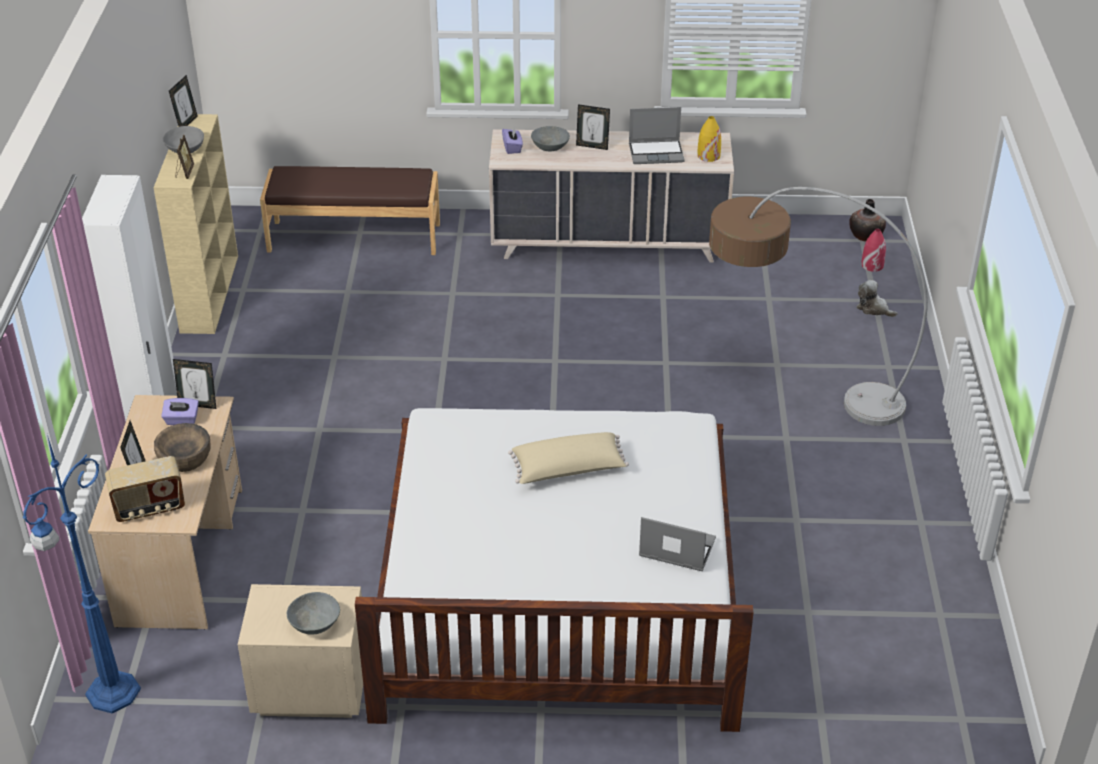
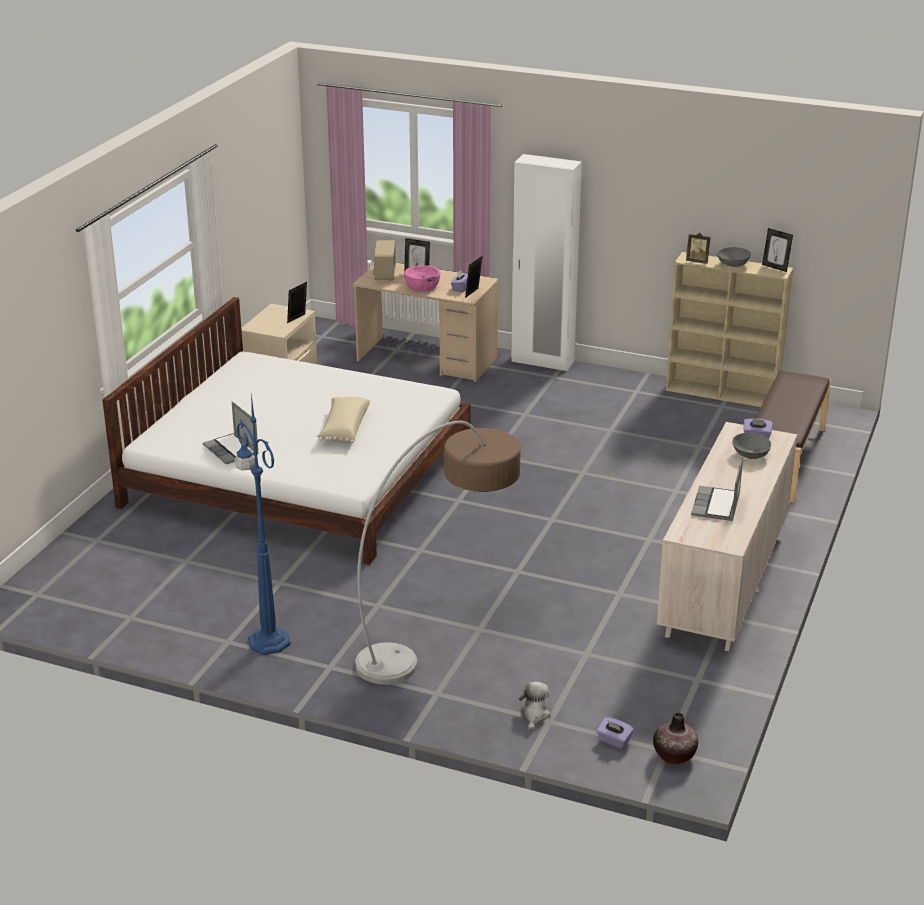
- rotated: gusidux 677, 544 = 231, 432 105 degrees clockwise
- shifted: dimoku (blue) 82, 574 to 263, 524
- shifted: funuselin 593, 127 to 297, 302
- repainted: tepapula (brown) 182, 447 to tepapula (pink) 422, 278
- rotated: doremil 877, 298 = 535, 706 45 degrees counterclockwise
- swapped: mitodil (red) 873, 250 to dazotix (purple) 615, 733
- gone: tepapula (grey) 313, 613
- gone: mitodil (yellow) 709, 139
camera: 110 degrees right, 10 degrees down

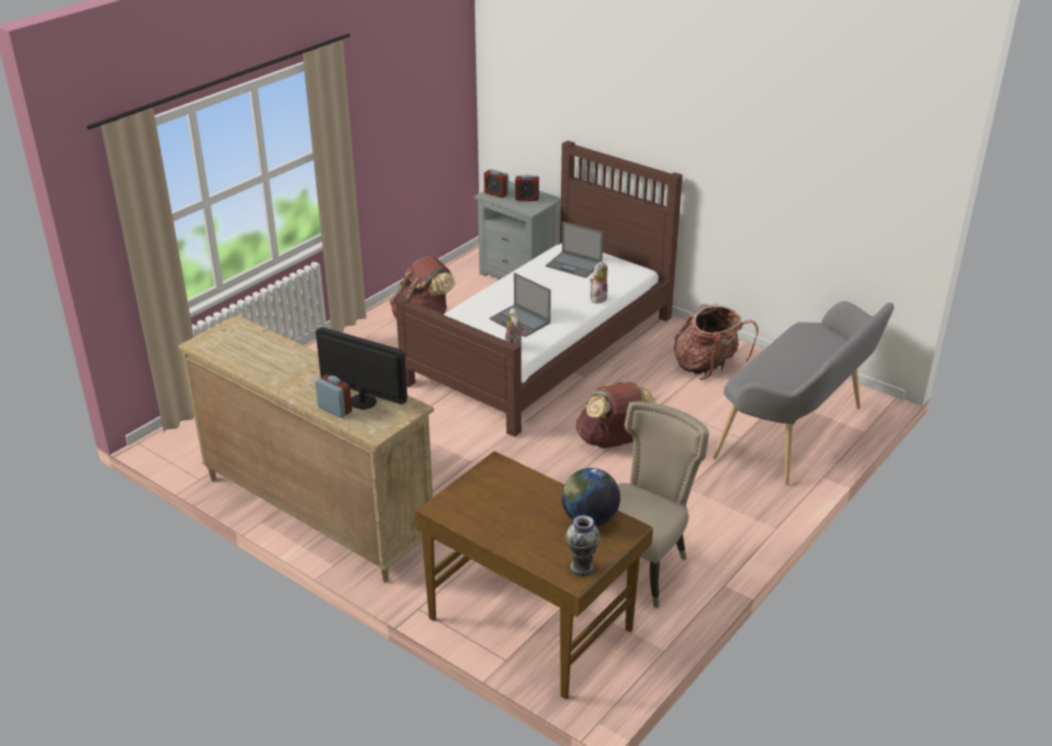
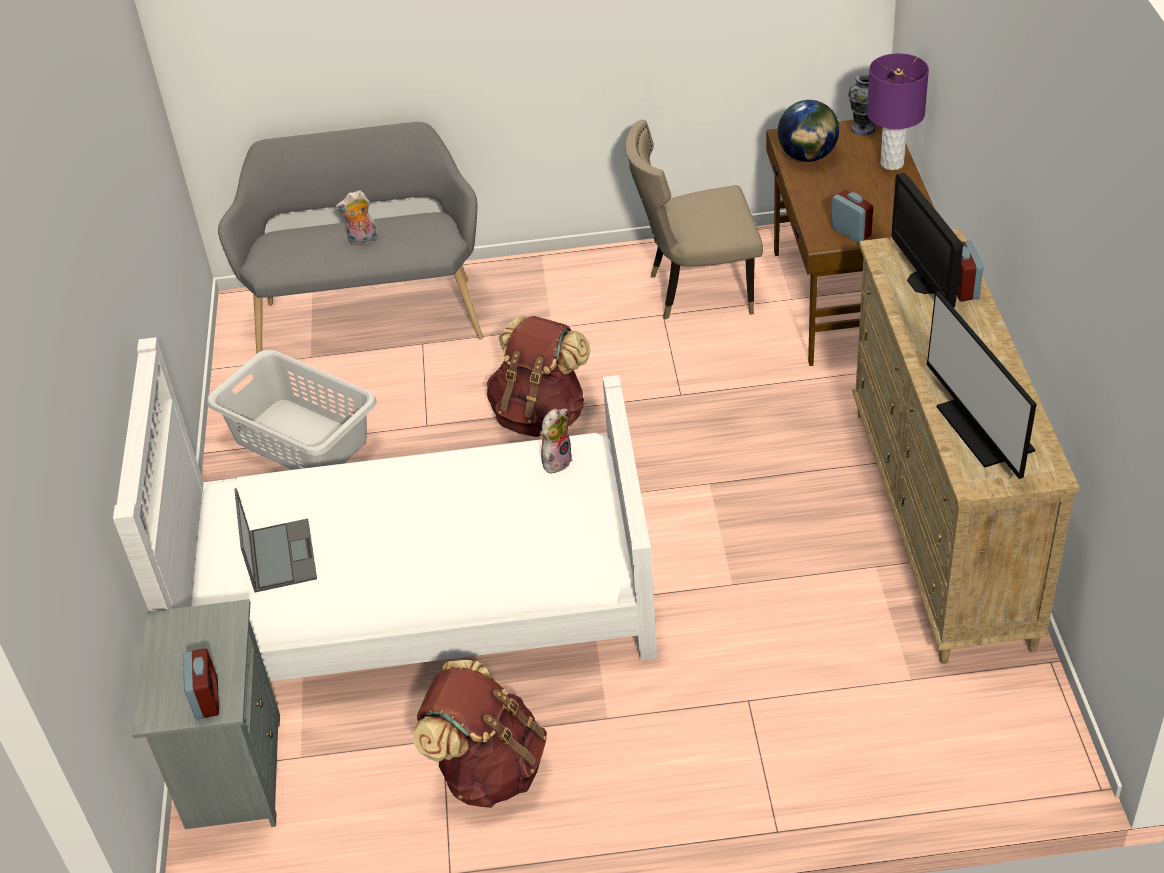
- repainted: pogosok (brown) 538, 288 to pogosok (white) 385, 509
- swapped: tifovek 716, 342 to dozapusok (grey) 292, 410
- shifted: doremil 599, 282 to 356, 218
- shifted: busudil 527, 188 to 852, 216
- new: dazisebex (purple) 898, 111
- new: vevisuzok 982, 385
- gone: gusidux 520, 305
camera: 130 degrees left, 10 degrees up

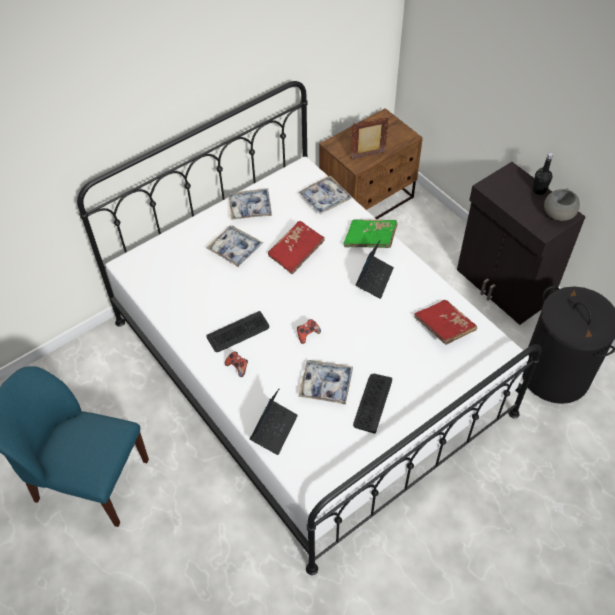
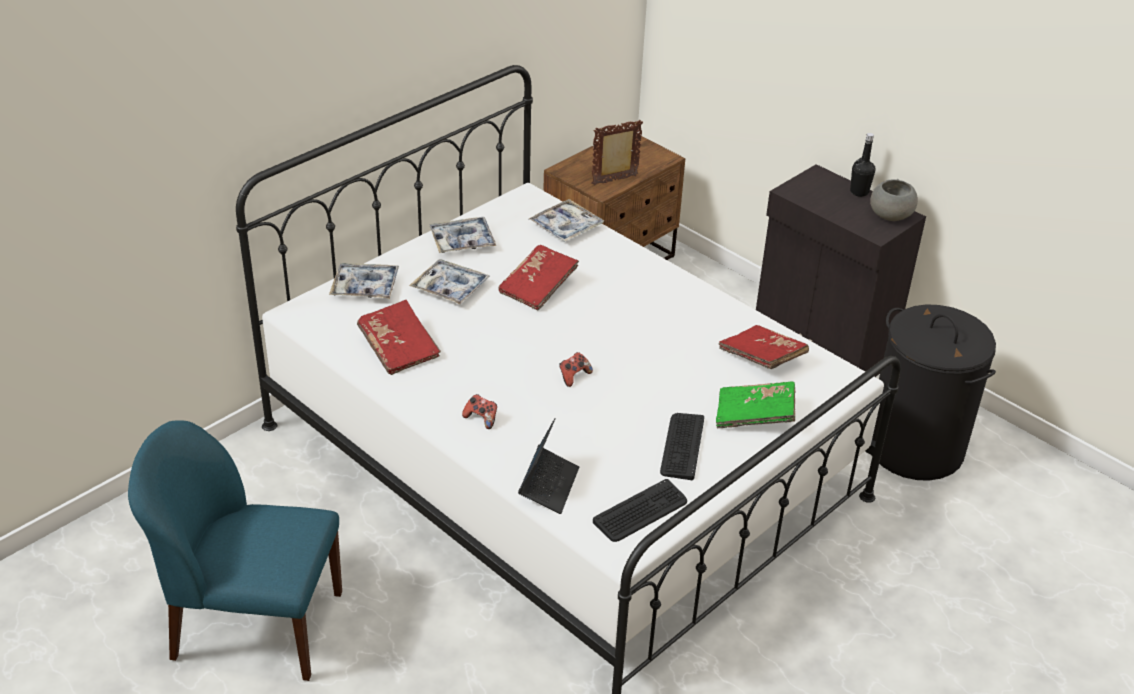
- shifted: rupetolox 325, 382 to 364, 281
- new: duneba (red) 399, 337
- shifted: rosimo 237, 331 to 640, 510
- shifted: duneba (green) 370, 233 to 755, 404
- gone: gusidux 375, 270
camera: 10 degrees left, 15 degrees down

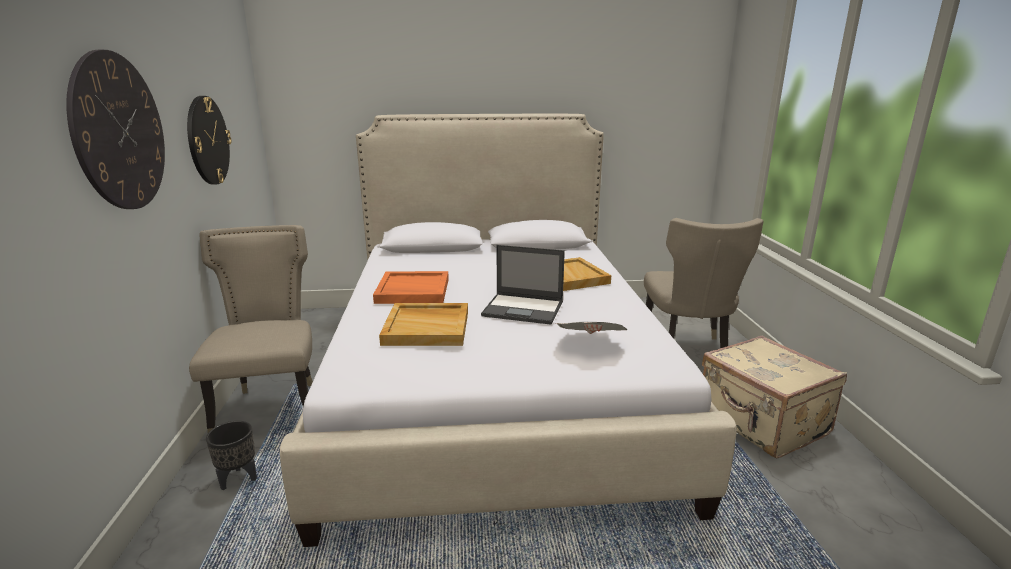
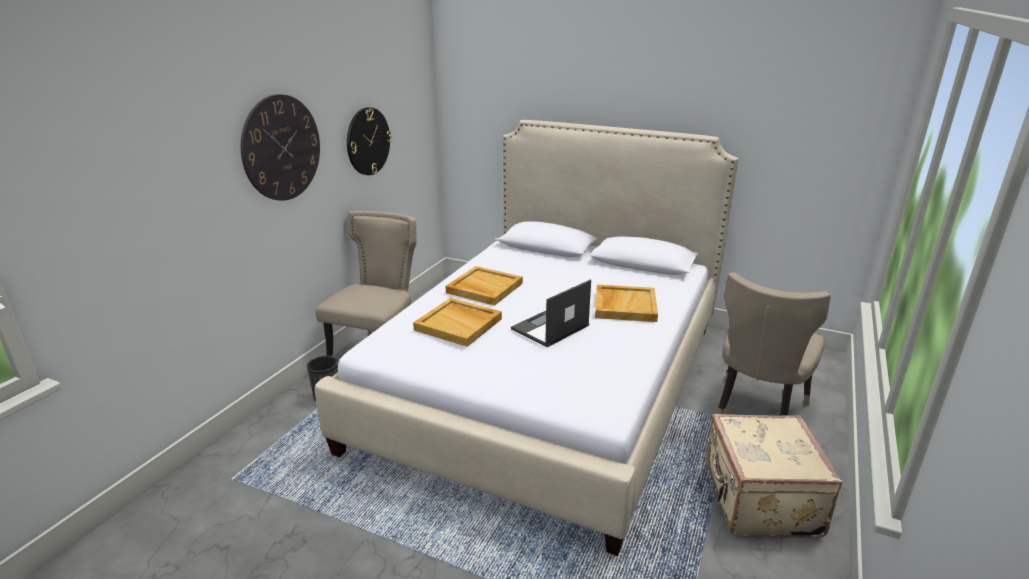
- repainted: rupetolox (orange) 411, 287 to rupetolox (beige) 484, 286
- rotated: gusidux 523, 285 = 551, 313 90 degrees clockwise
- gone: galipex 592, 328
camera: 30 degrees right, 5 degrees up

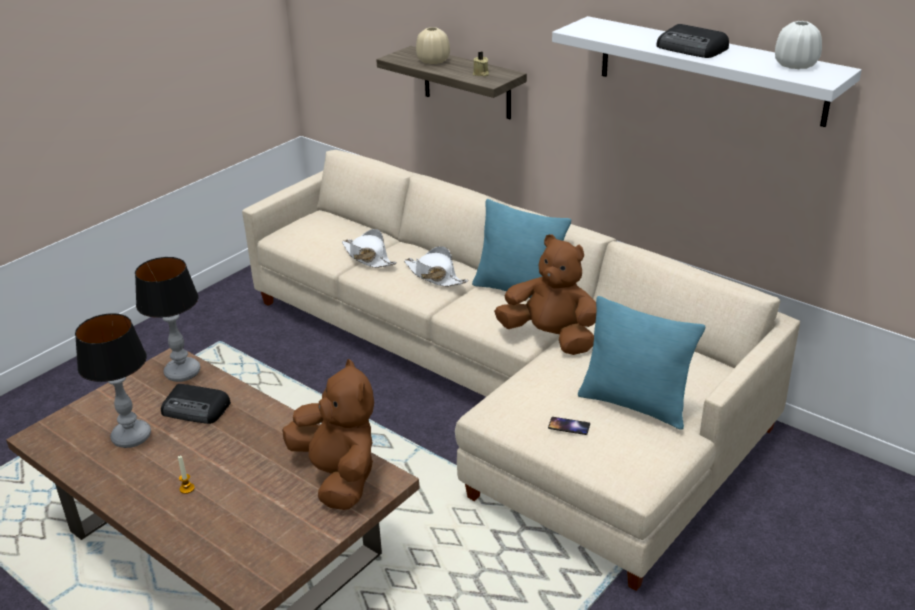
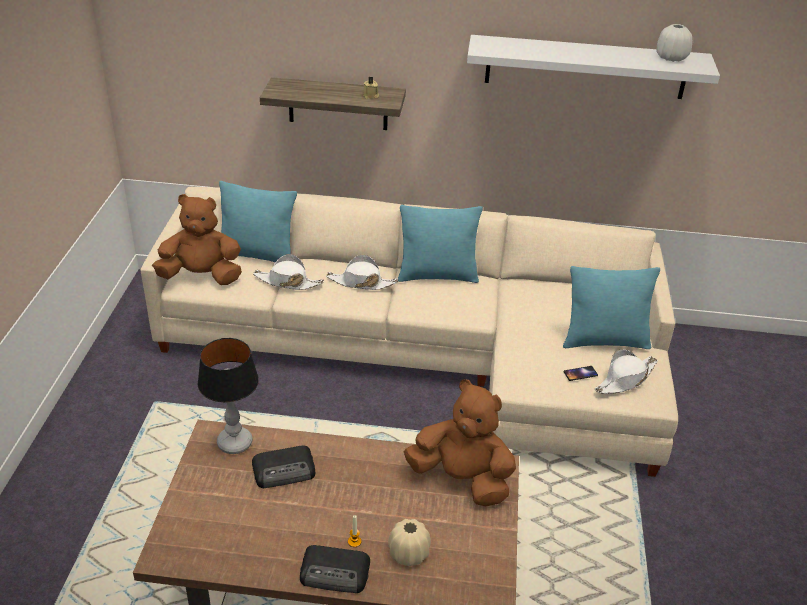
- shifted: doremil (brown) 545, 294 to 197, 239
- new: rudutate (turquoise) 258, 221
- shifted: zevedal 692, 41 to 335, 569
- shifted: mitodil (beige) 433, 45 to 409, 542
- new: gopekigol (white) 626, 371
- gone: dazisebex 113, 380
camera: 35 degrees left, 5 degrees up

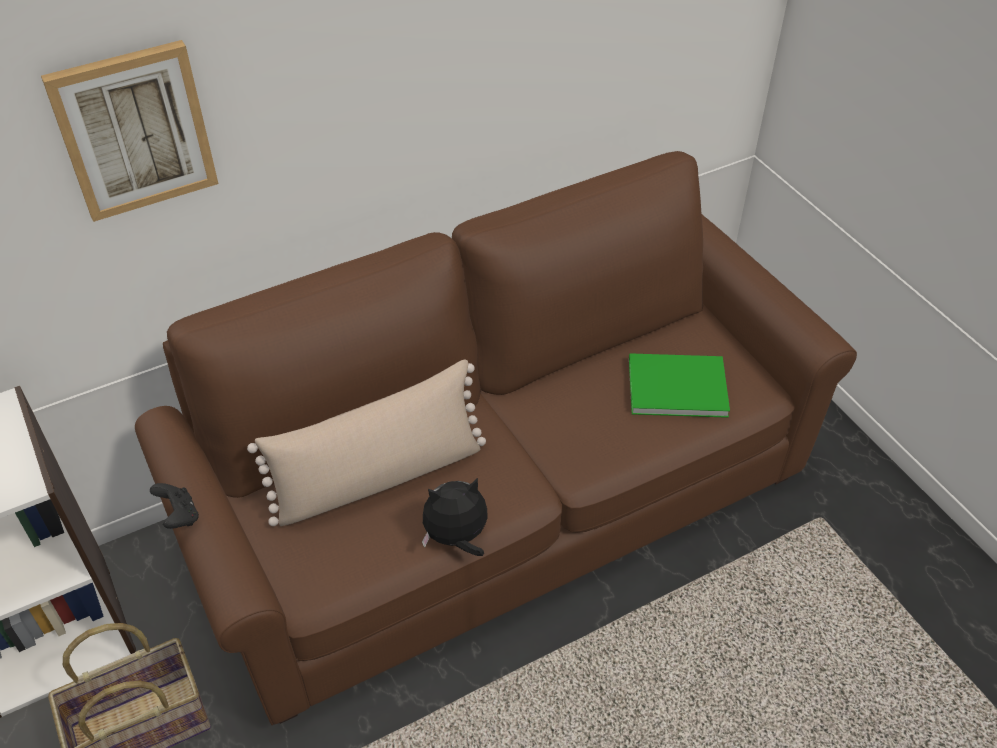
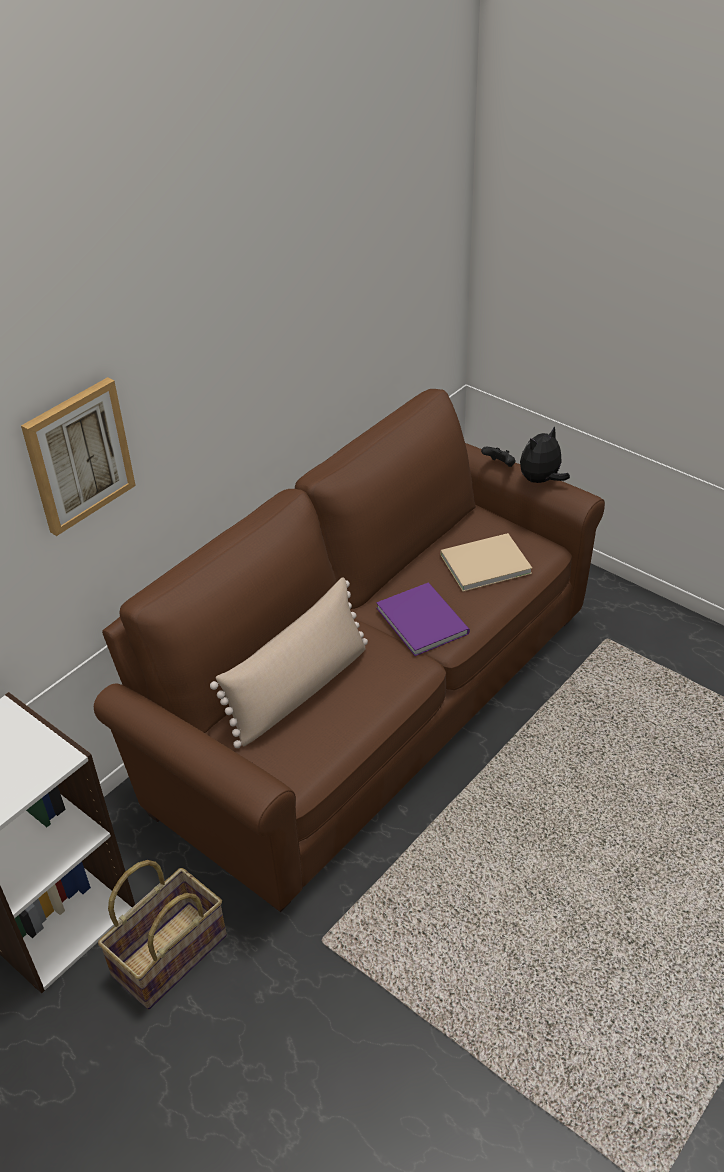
- new: duneba (purple) 423, 619
- repainted: duneba (green) 679, 385 to duneba (beige) 486, 562
- shifted: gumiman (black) 174, 506 to 498, 457
- shifted: doremil 455, 517 to 545, 454
camera: 20 degrees left, 5 degrees down

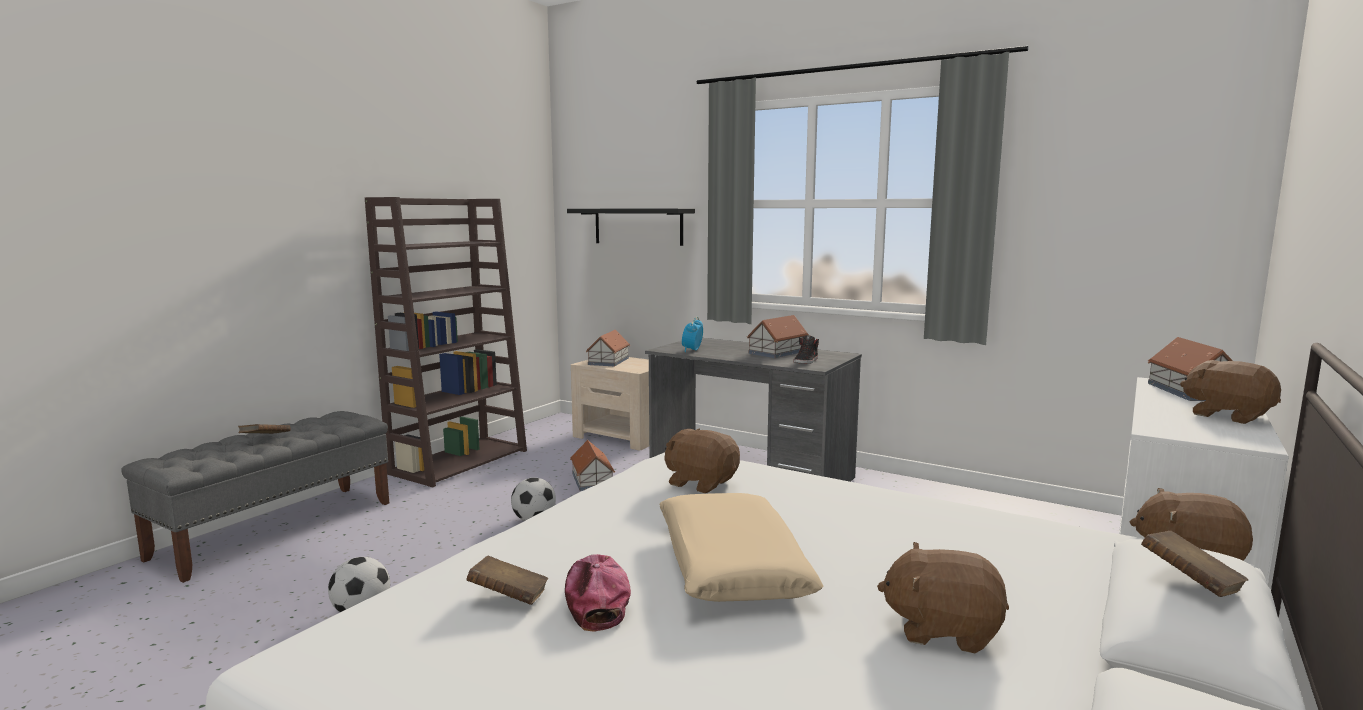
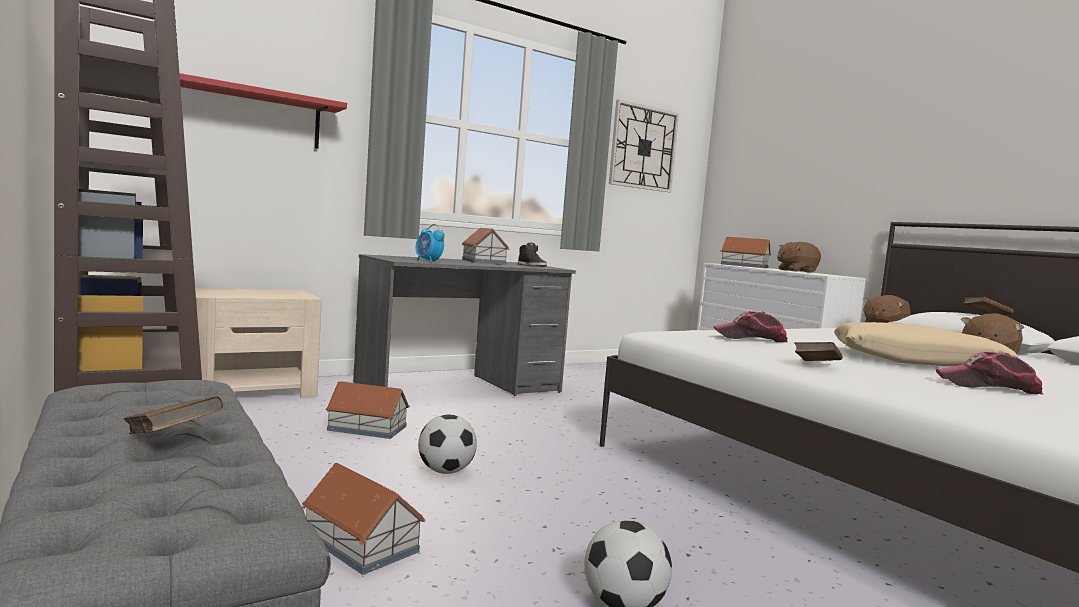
- repainted: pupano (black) 631, 227 to pupano (red) 263, 111
- shifted: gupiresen 608, 348 to 364, 519
- new: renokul 644, 145
- swapped: doremil (brown) 702, 460 to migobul 751, 326
- shifted: duneba (brown) 507, 580 to 818, 351
camera: 65 degrees left, 5 degrees down

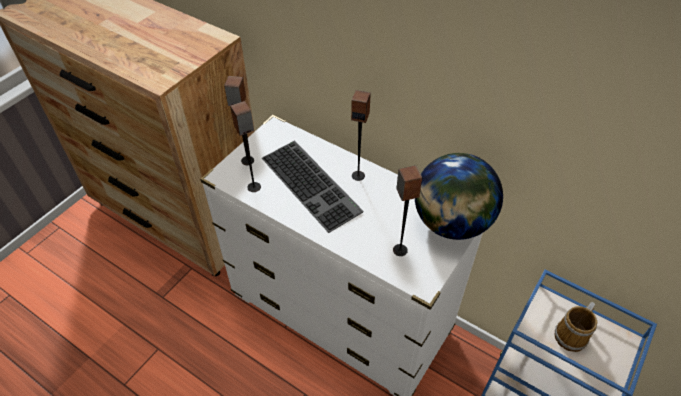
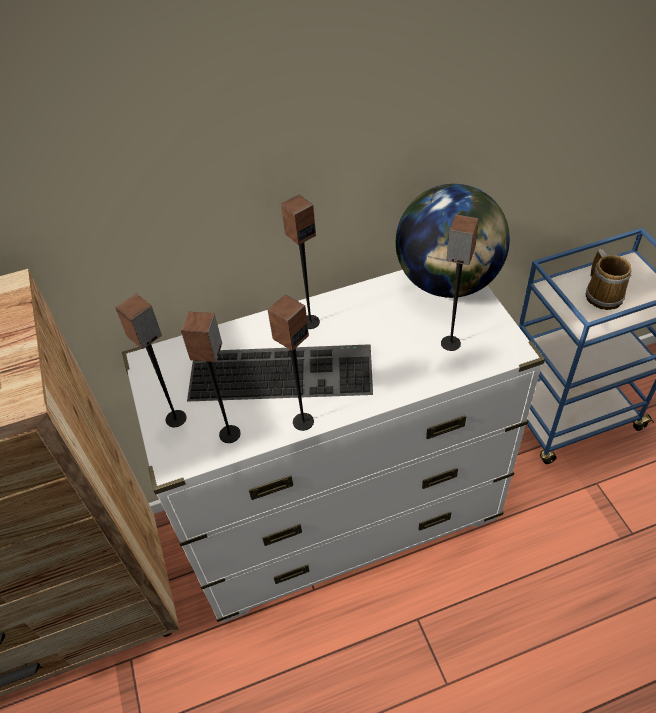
- new: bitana 290, 362
camera: 50 degrees left, 0 degrees up

